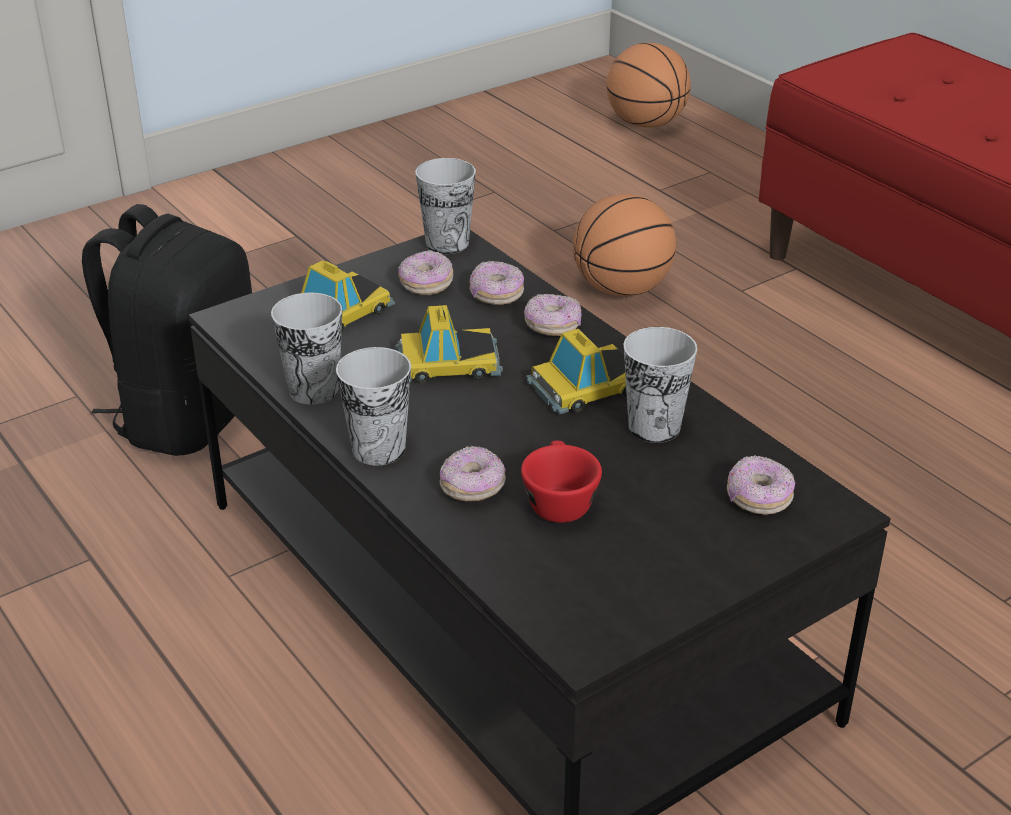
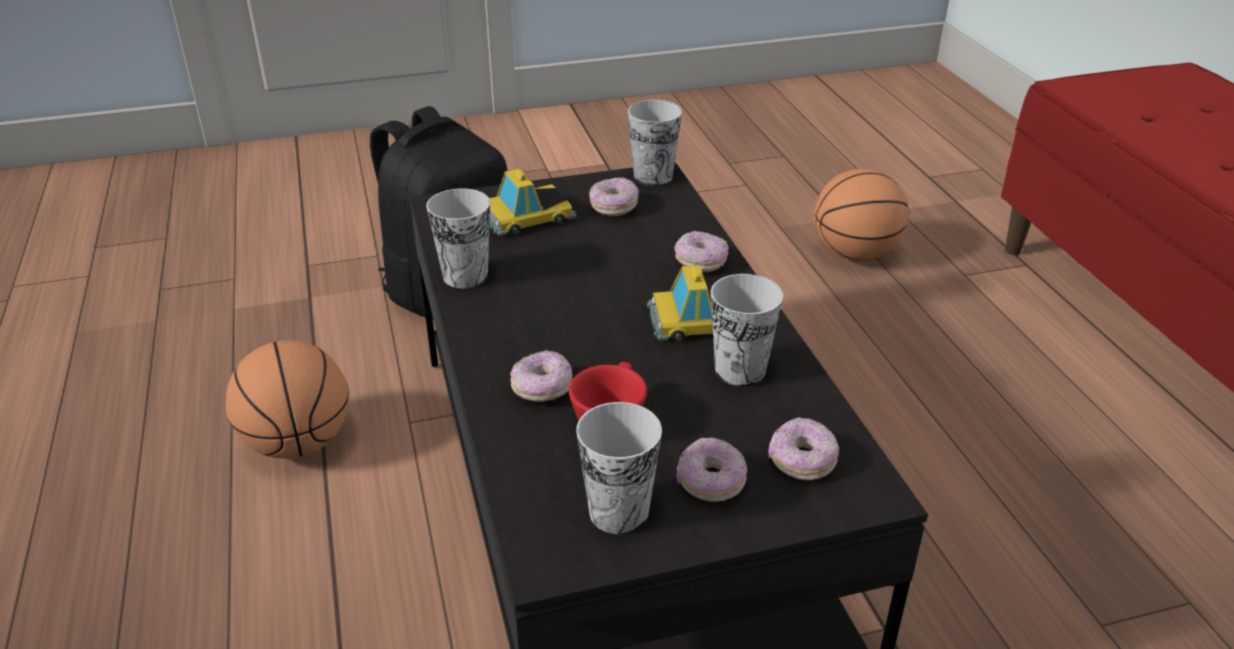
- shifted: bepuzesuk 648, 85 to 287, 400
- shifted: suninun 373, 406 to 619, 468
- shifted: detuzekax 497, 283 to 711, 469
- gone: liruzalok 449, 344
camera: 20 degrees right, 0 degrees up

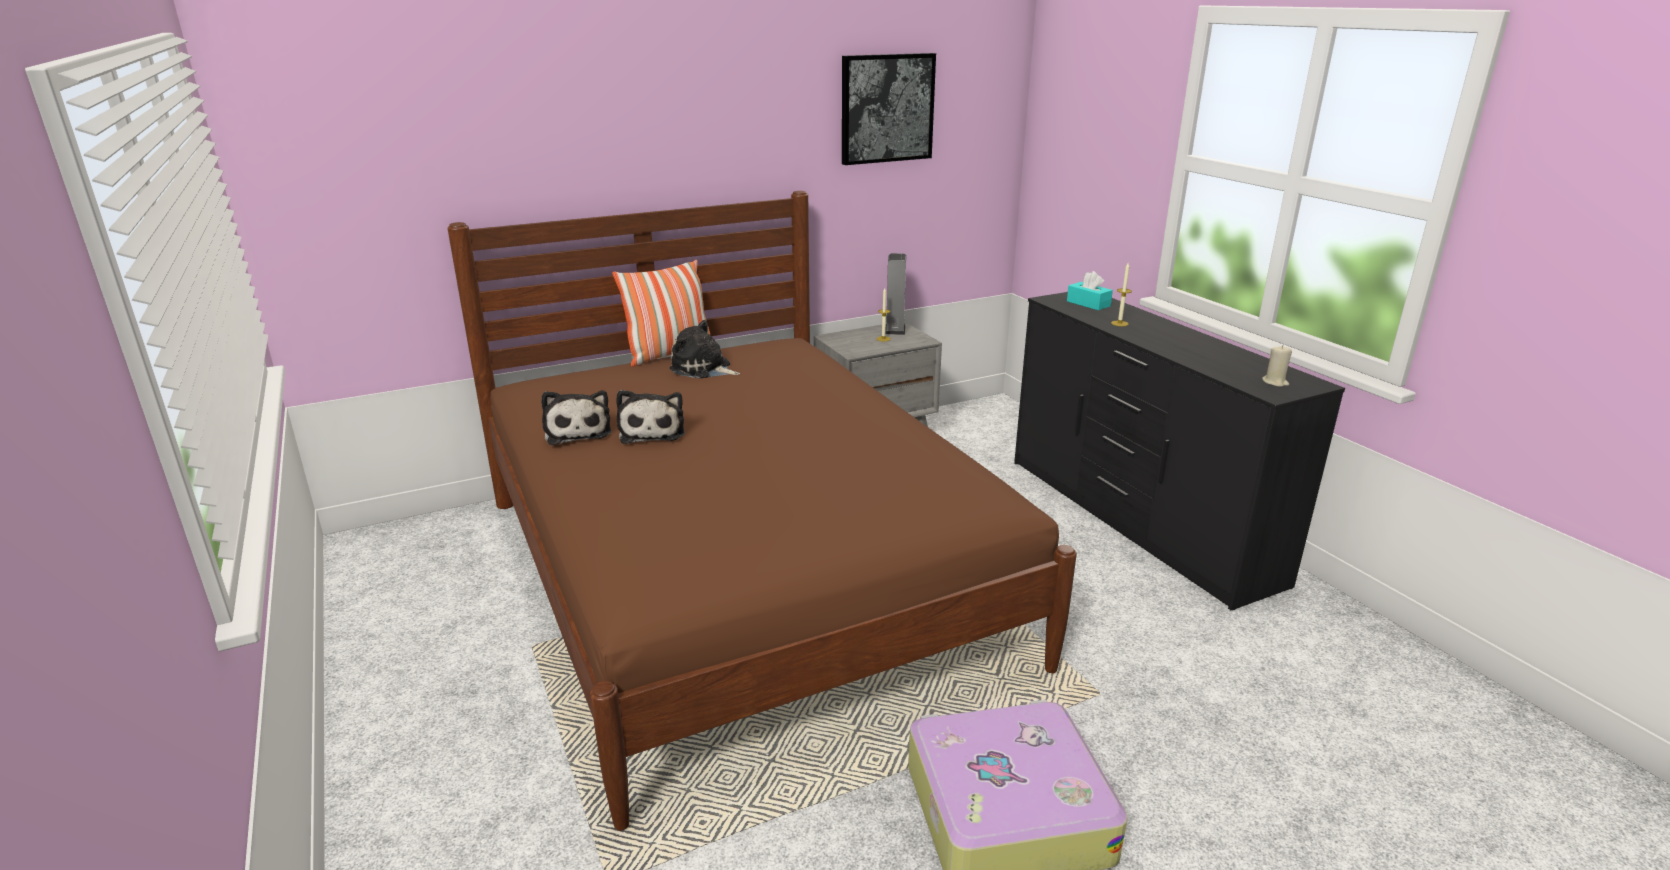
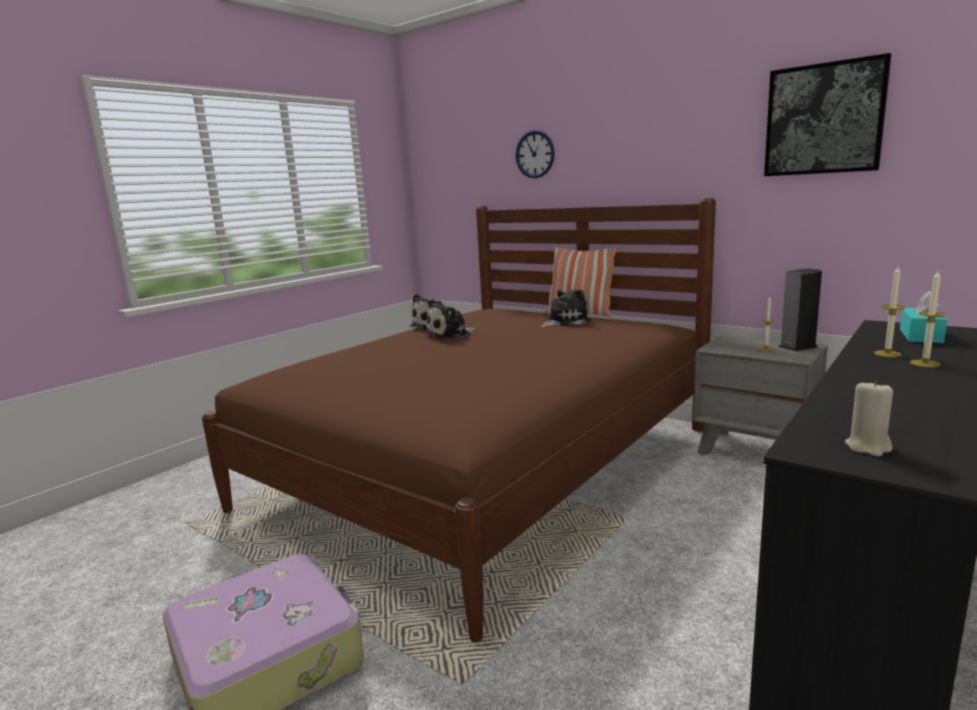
- new: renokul 535, 154
- rotated: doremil 704, 349 = 566, 308 60 degrees clockwise
- new: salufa 928, 319
camera: 65 degrees right, 10 degrees down

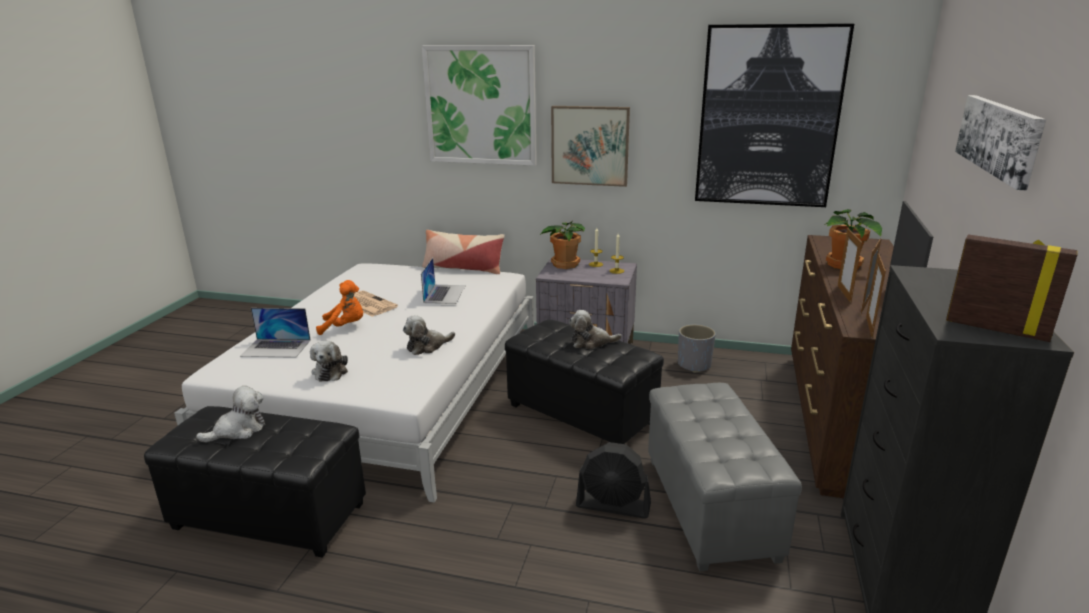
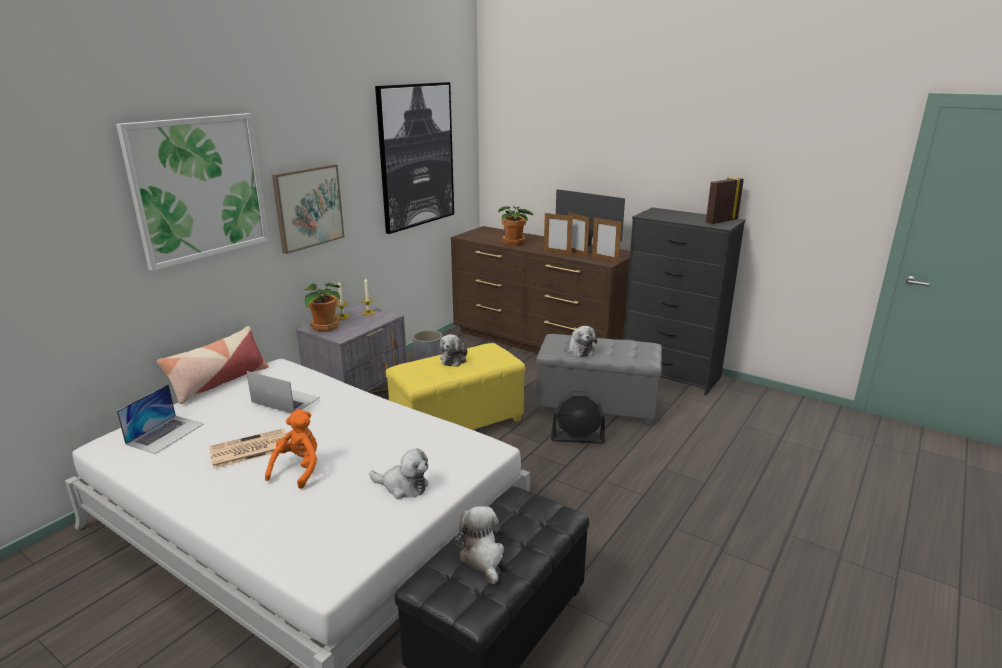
- shifted: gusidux 275, 333 to 160, 419
- repainted: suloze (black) 584, 381 to suloze (yellow) 455, 386
- rotated: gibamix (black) 613, 480 = 578, 417 60 degrees clockwise
- shifted: doremil 429, 335 to 582, 341
- gone: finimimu 1000, 142
camera: 70 degrees left, 0 degrees up

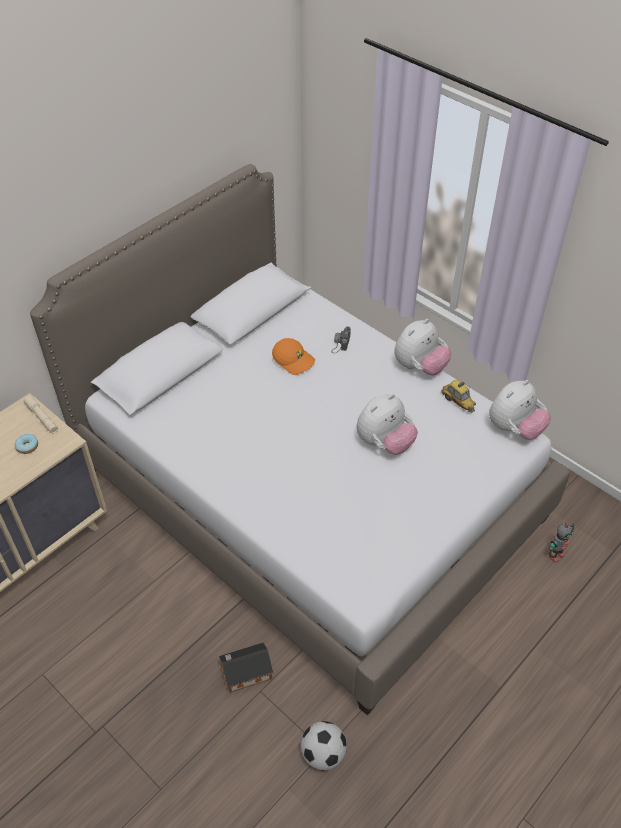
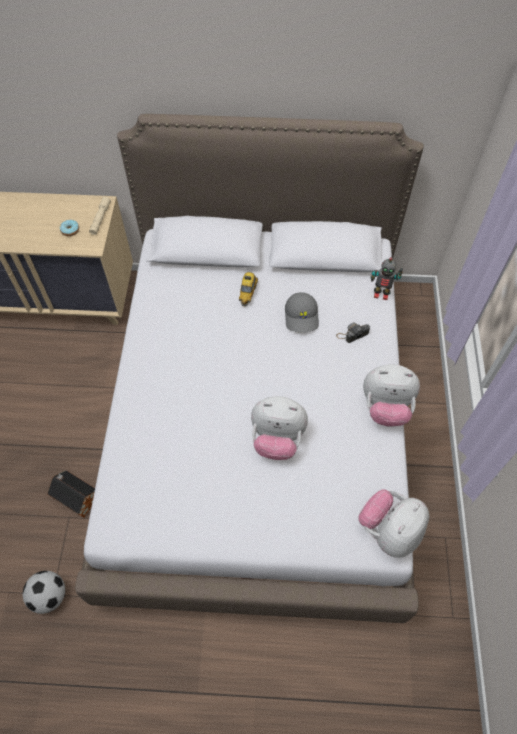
- shifted: liruzalok 458, 396 to 248, 289
- repainted: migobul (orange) 293, 356 to migobul (grey) 302, 312
- rotated: doremil 520, 410 = 393, 523 120 degrees clockwise
- shifted: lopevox 561, 543 to 387, 278
camera: 50 degrees right, 10 degrees up

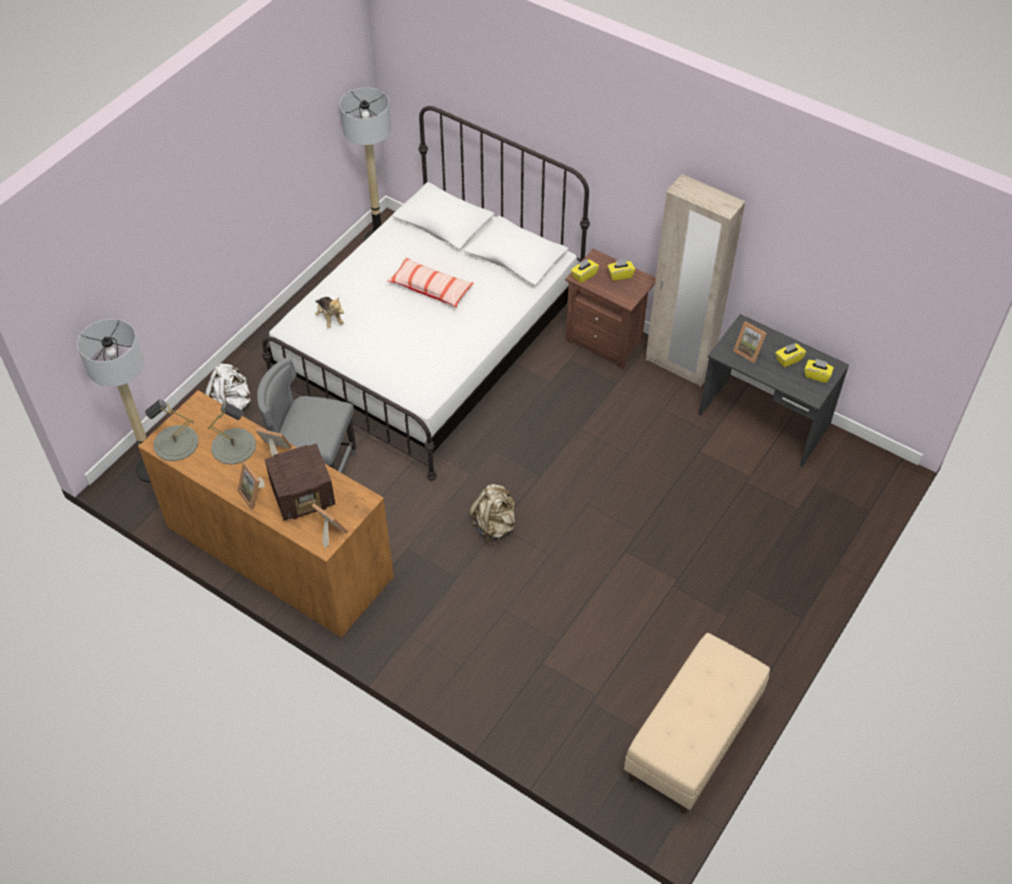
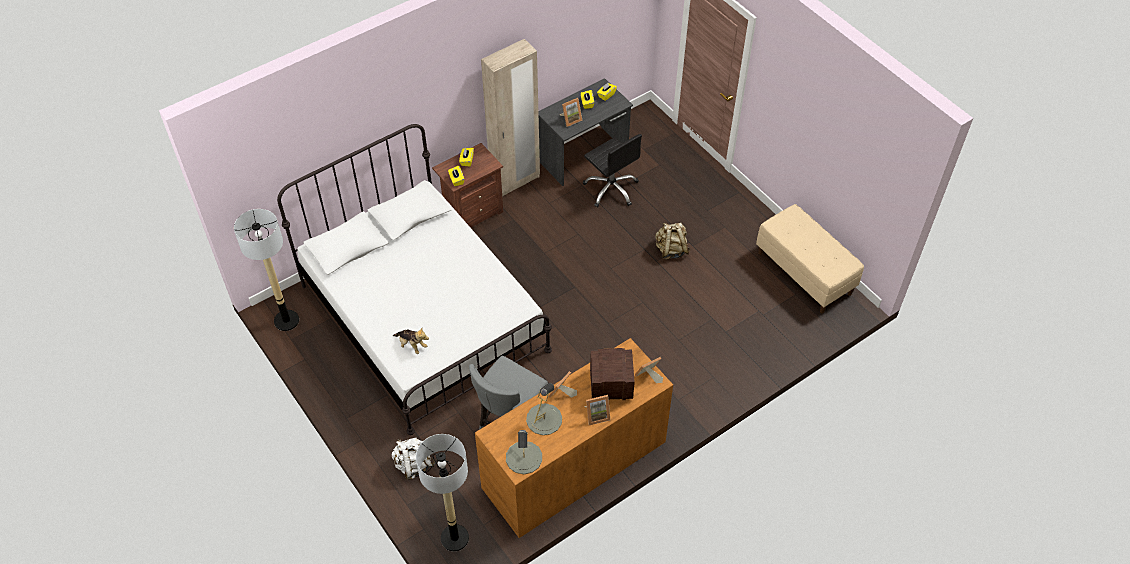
- rotated: doremil 329, 312 = 411, 341 45 degrees clockwise
- new: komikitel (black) 612, 171
- rotated: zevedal 300, 482 = 612, 374 90 degrees counterclockwise
- shifted: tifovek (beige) 492, 513 to 672, 241
- gone: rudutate 430, 282
camera: 70 degrees left, 0 degrees up

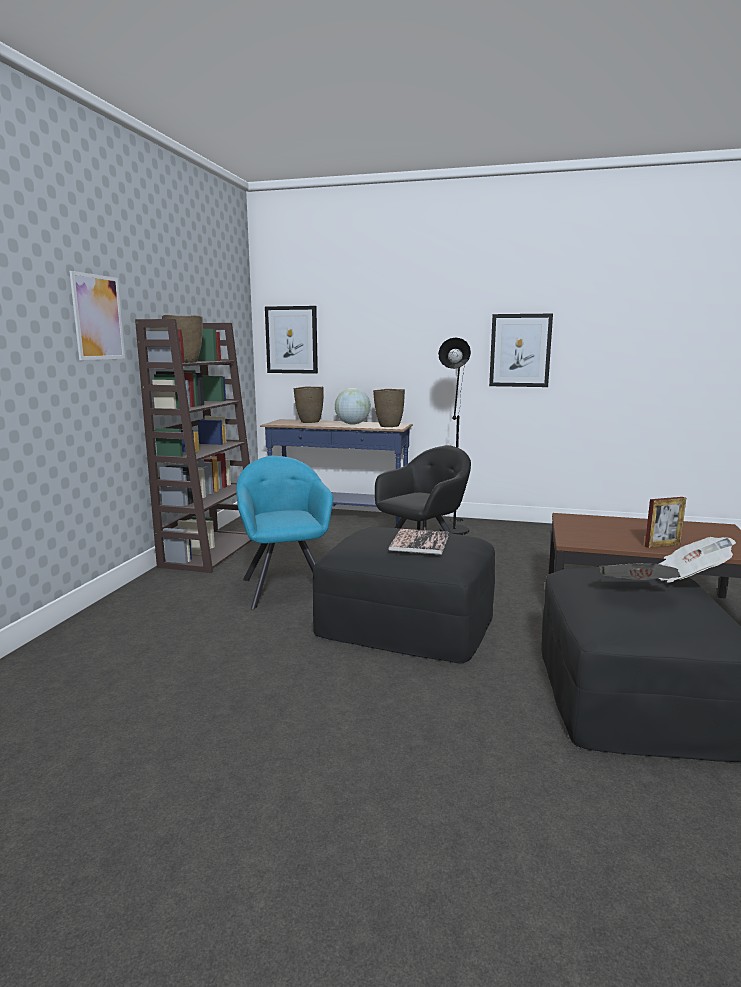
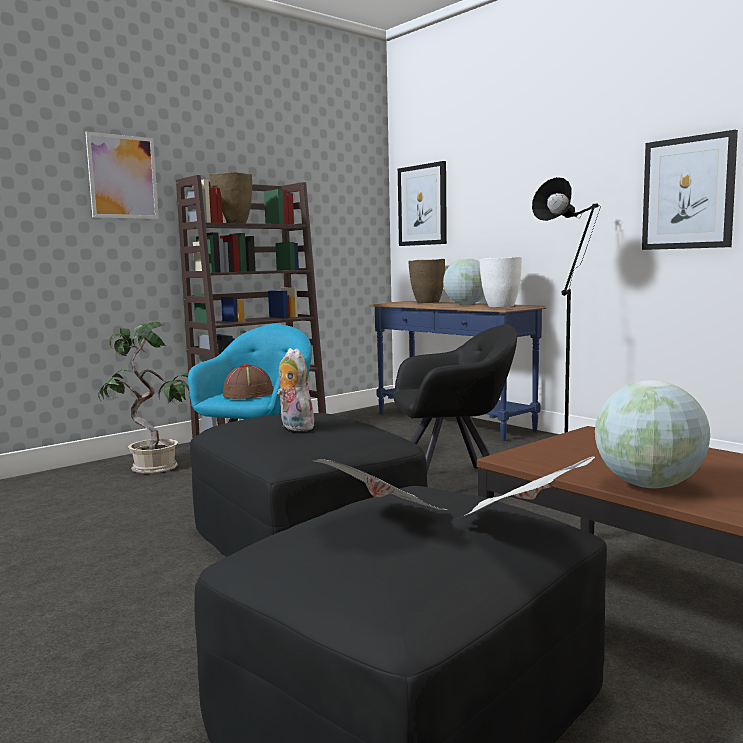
- new: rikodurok 143, 398
- new: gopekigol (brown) 248, 381
- swapped: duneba 418, 542 to doremil 295, 389
- repainted: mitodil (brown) 389, 408 to mitodil (white) 500, 282
- swapped: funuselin 665, 522 to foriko 652, 434
camera: 35 degrees right, 5 degrees down

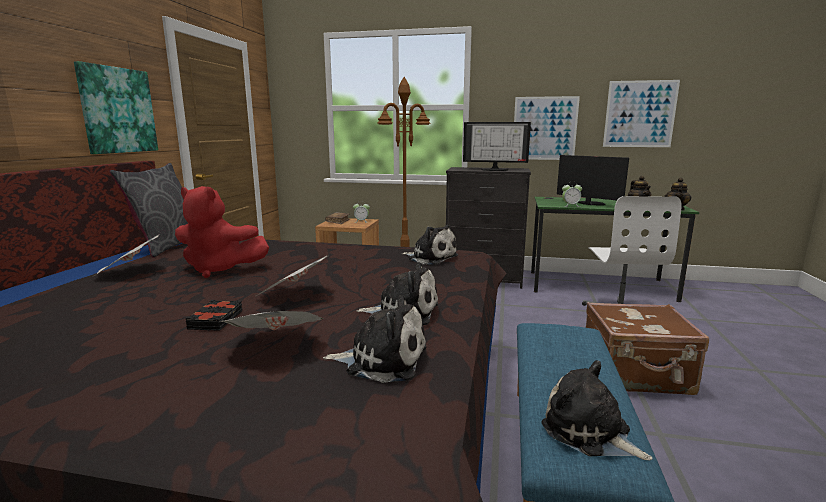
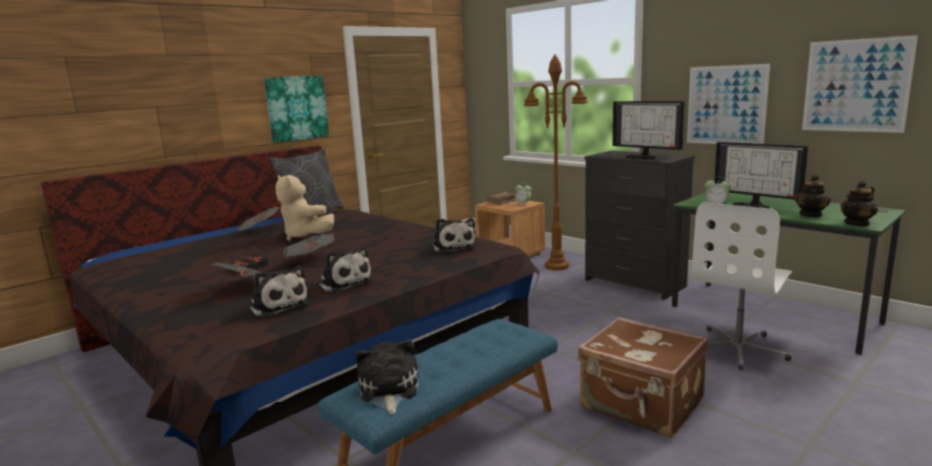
- repainted: doremil (red) 222, 232 to doremil (beige) 305, 208
- rotated: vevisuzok 593, 180 = 761, 175 150 degrees clockwise
camera: 35 degrees right, 0 degrees up

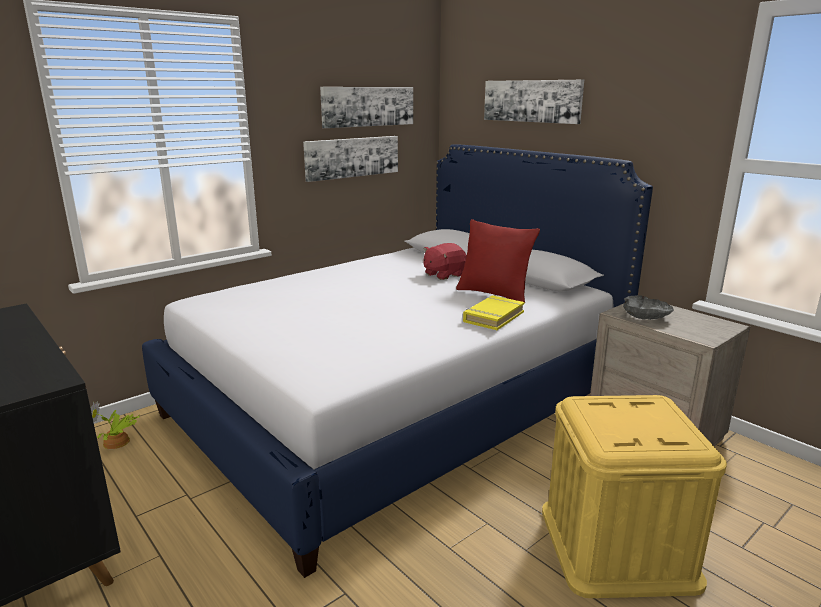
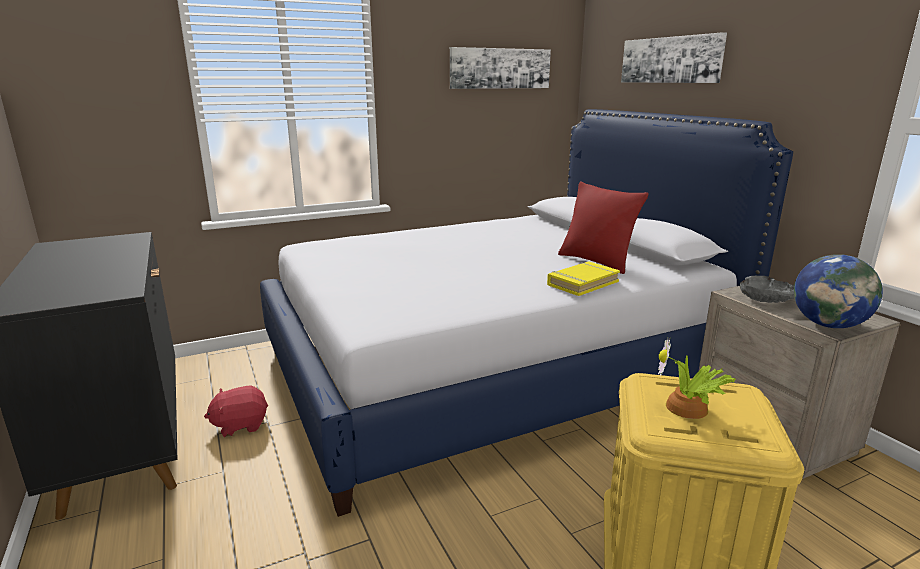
- shifted: doremil (red) 445, 261 to 236, 411
- shifted: rikodurok 114, 425 to 697, 378
- new: foriko 838, 291
- gone: finimimu 350, 159
camera: 15 degrees right, 0 degrees up

